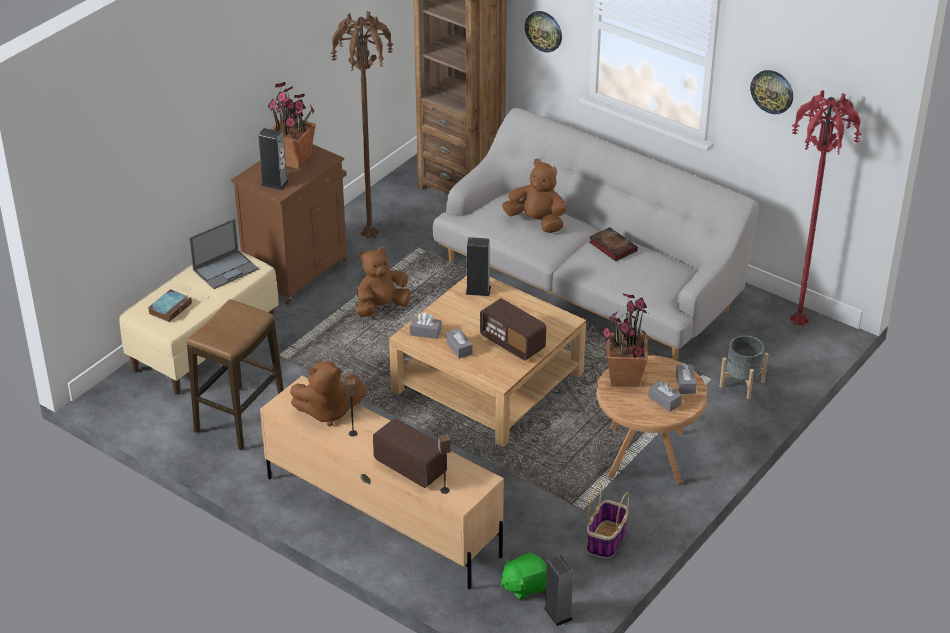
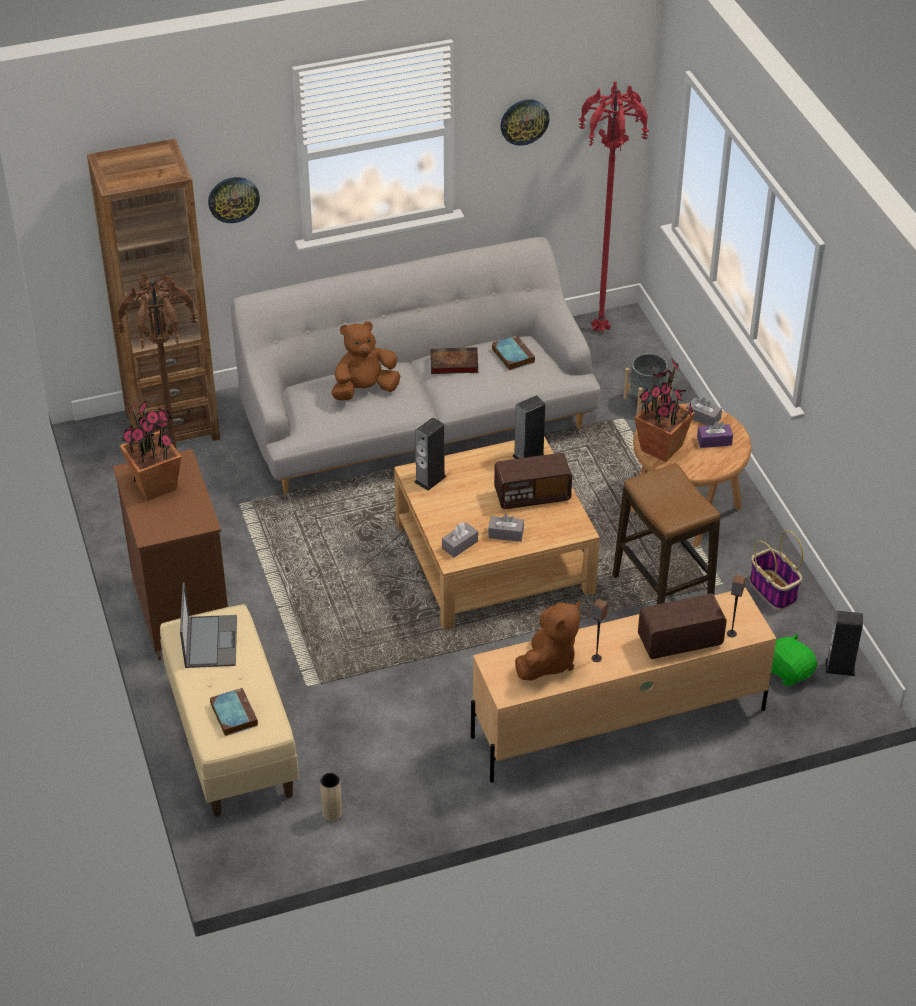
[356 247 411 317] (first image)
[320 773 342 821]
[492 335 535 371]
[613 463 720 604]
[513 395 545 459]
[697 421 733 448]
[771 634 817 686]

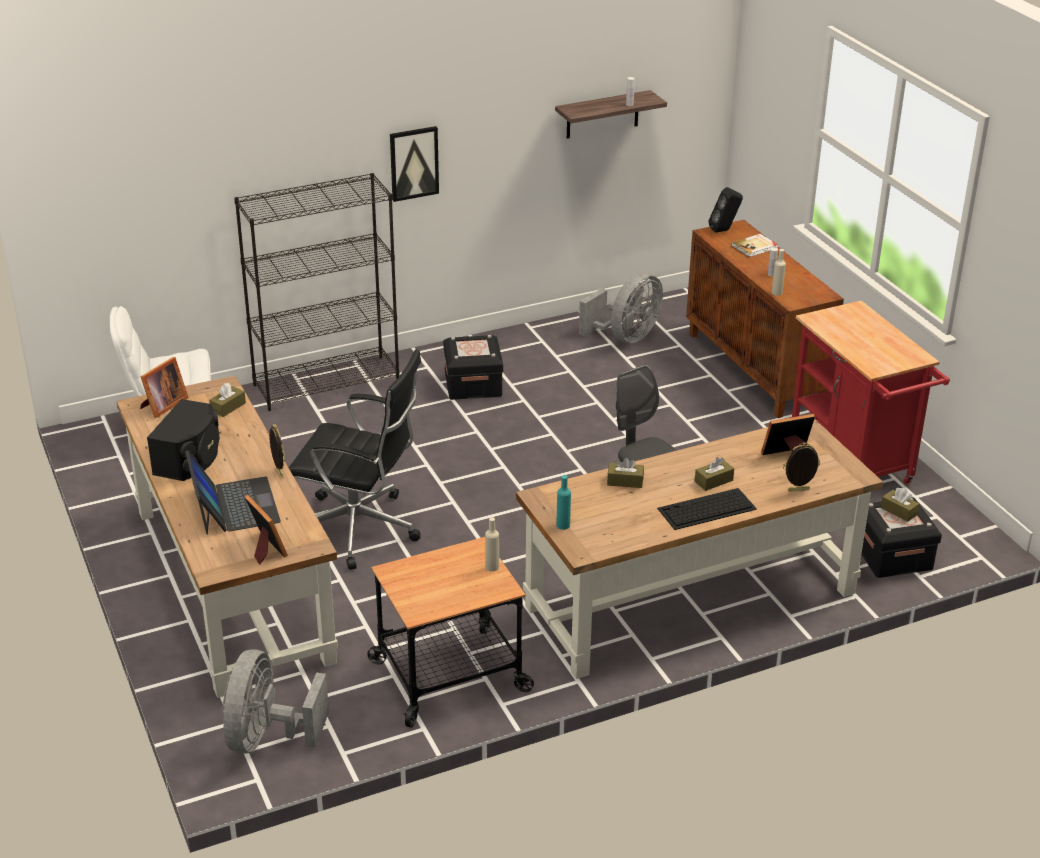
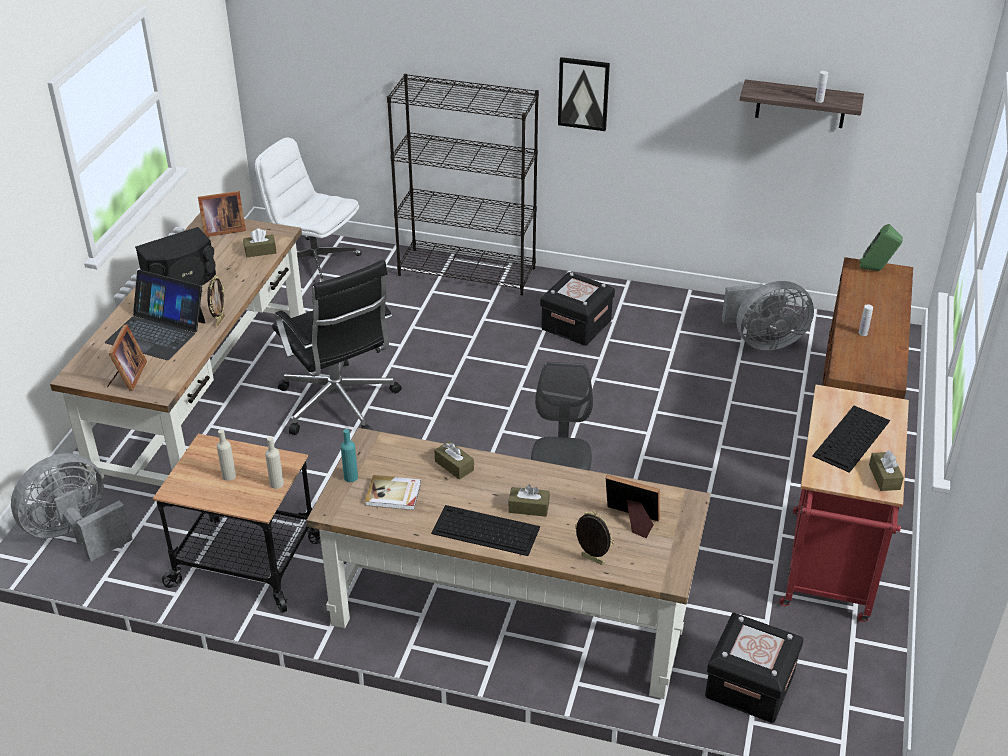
[812 406 890 473]
[365 475 421 510]
[217 429 236 481]
[869 450 904 491]
[860 224 903 271]
[105 270 206 360]

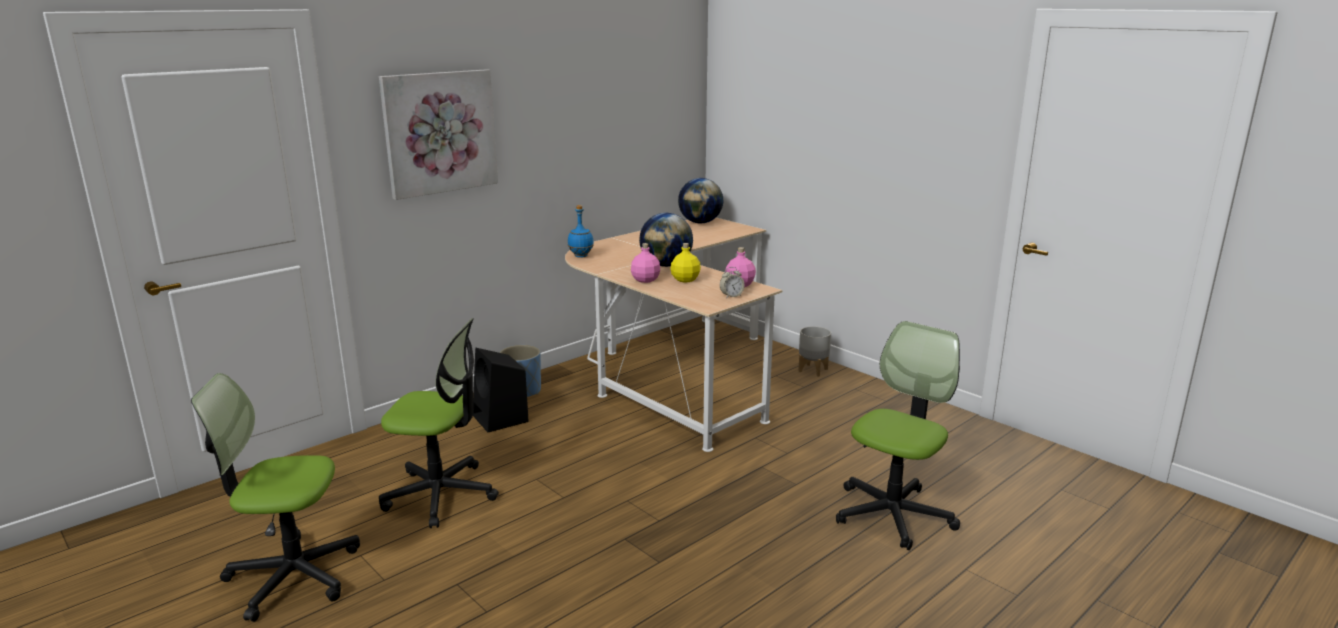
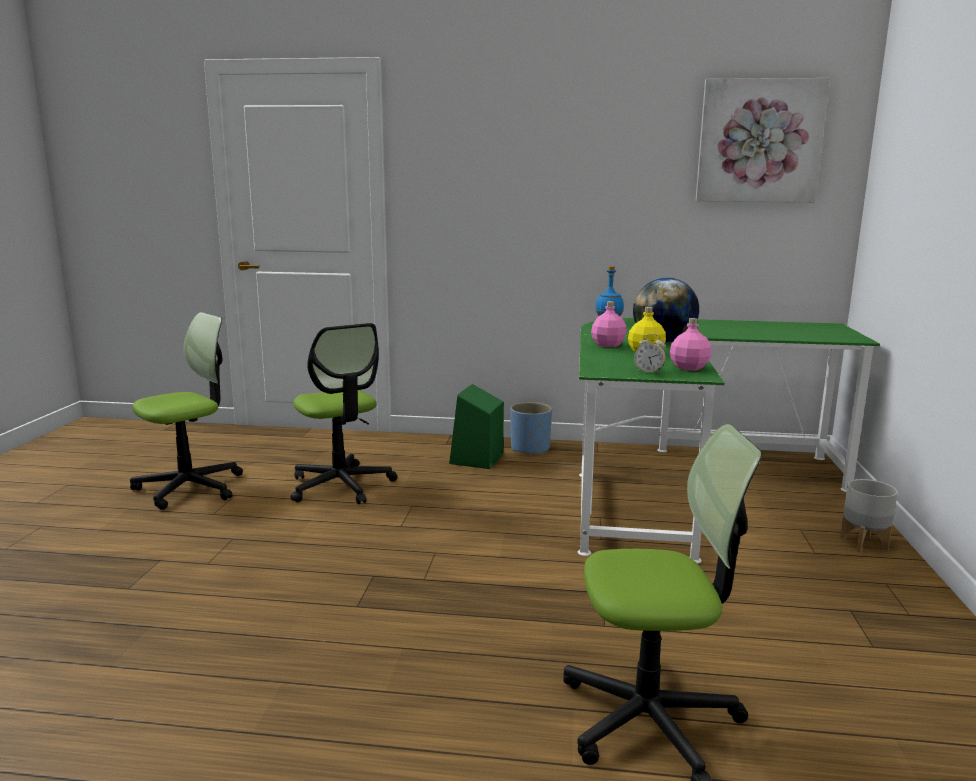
[678 178 723 224] (first image)
[695 78 830 202]
[449 384 504 469]
[578 318 880 564]
[130 312 243 510]

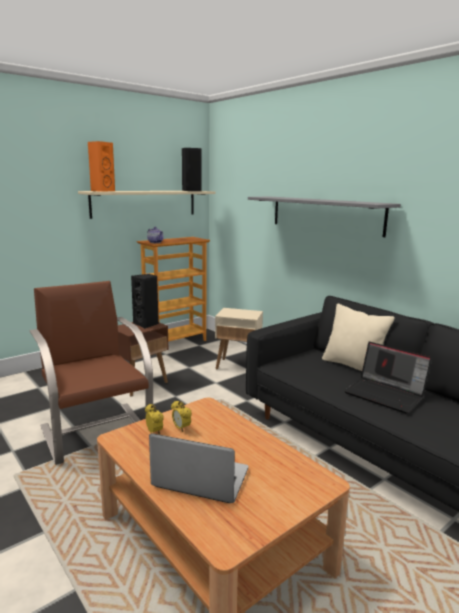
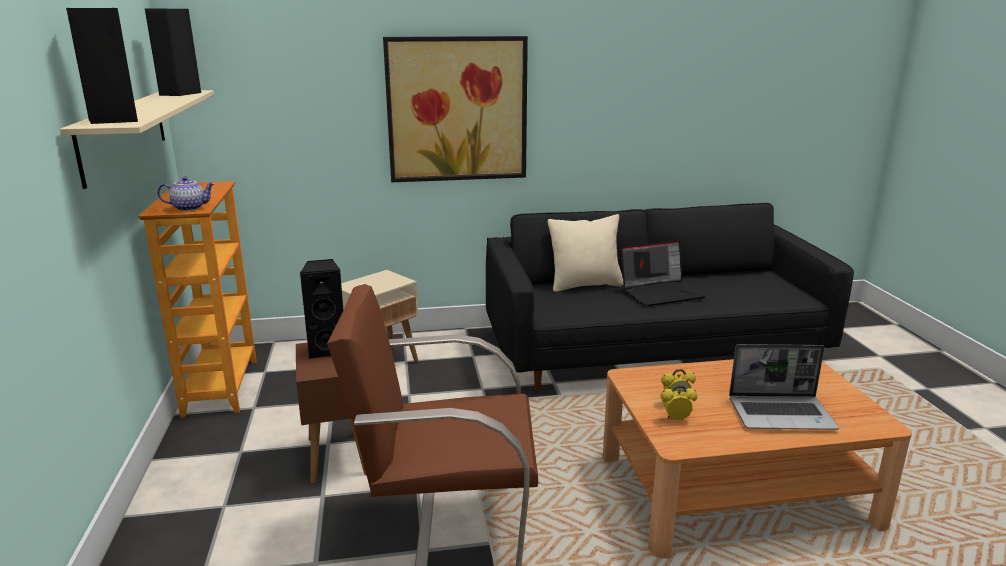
[383 36 528 182]
[66 8 138 124]
[729 344 839 430]

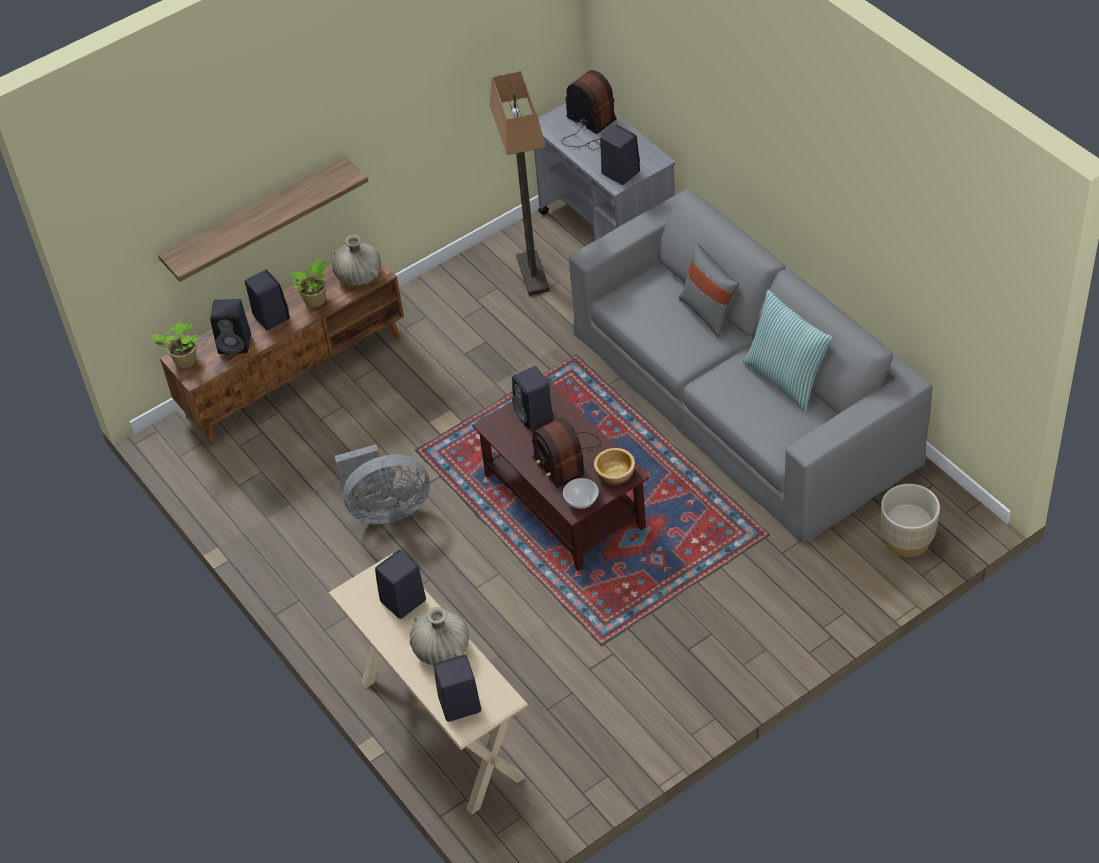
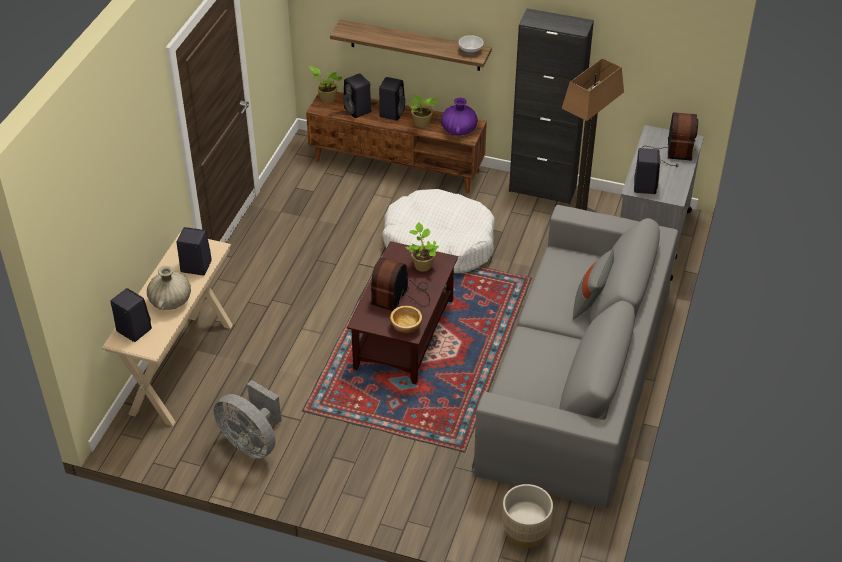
[743 290 833 412] (first image)
[382 189 495 273]
[509 8 594 204]
[214 380 281 459]
[459 35 483 55]
[405 222 439 272]
[441 98 478 136]

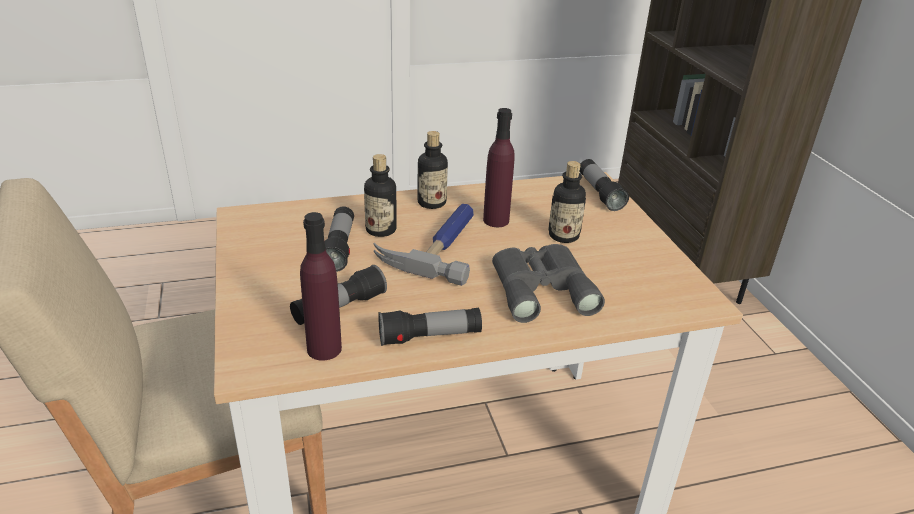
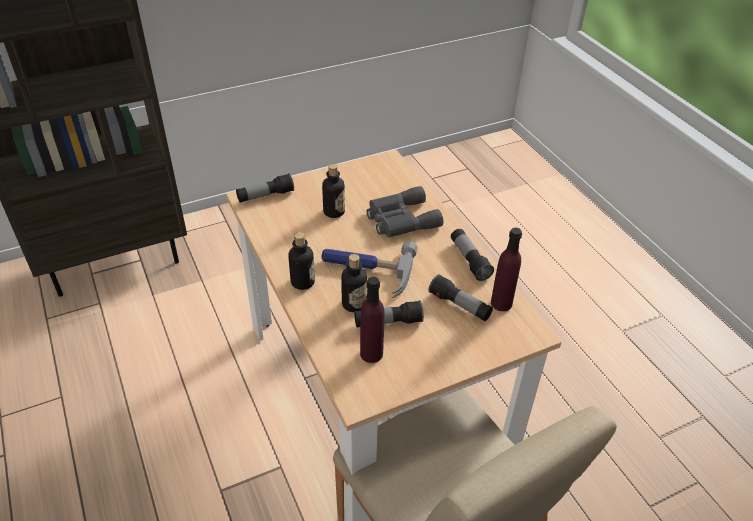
[360 277 385 363]

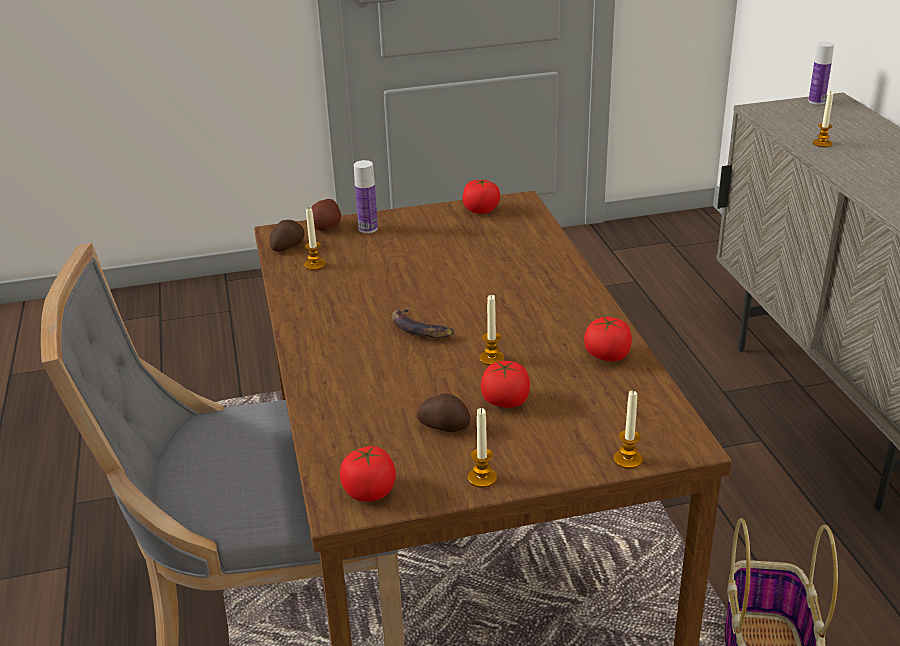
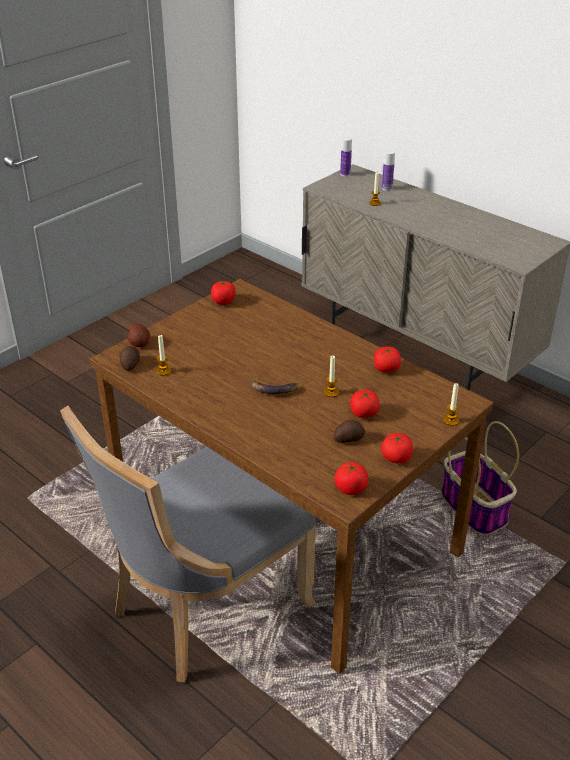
[382 150 395 191]
[381 433 413 464]

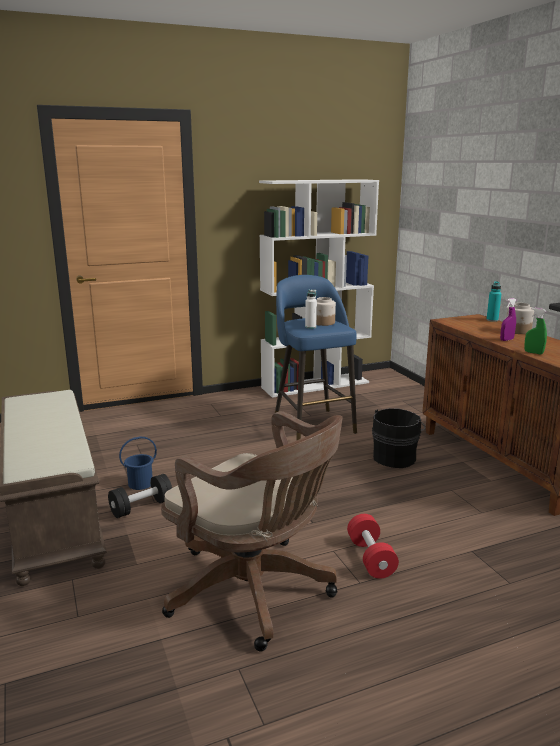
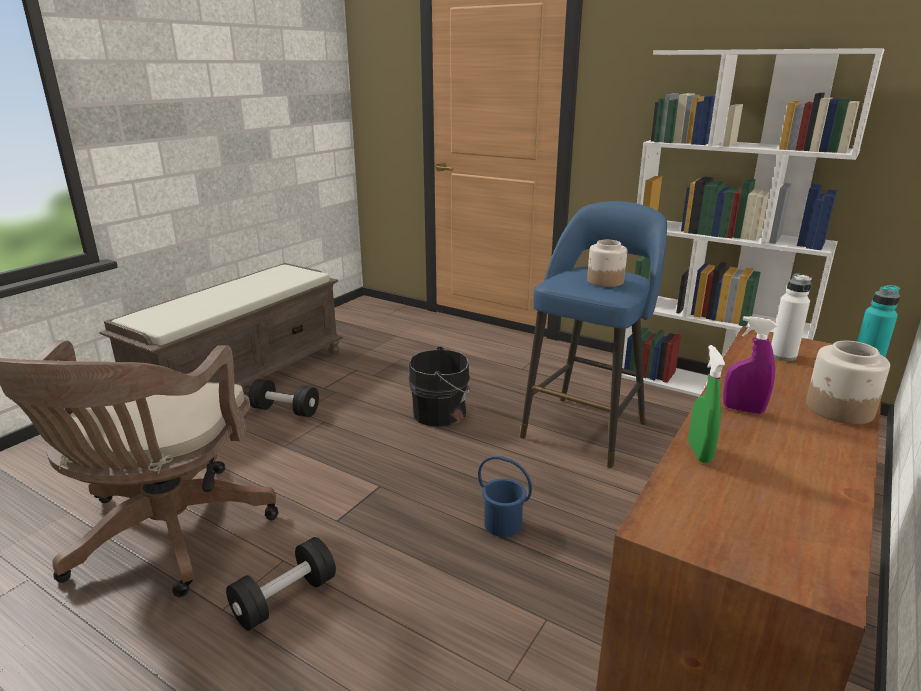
[478 456 532 537]
[771 273 812 361]
[408 346 470 426]
[226 537 336 631]

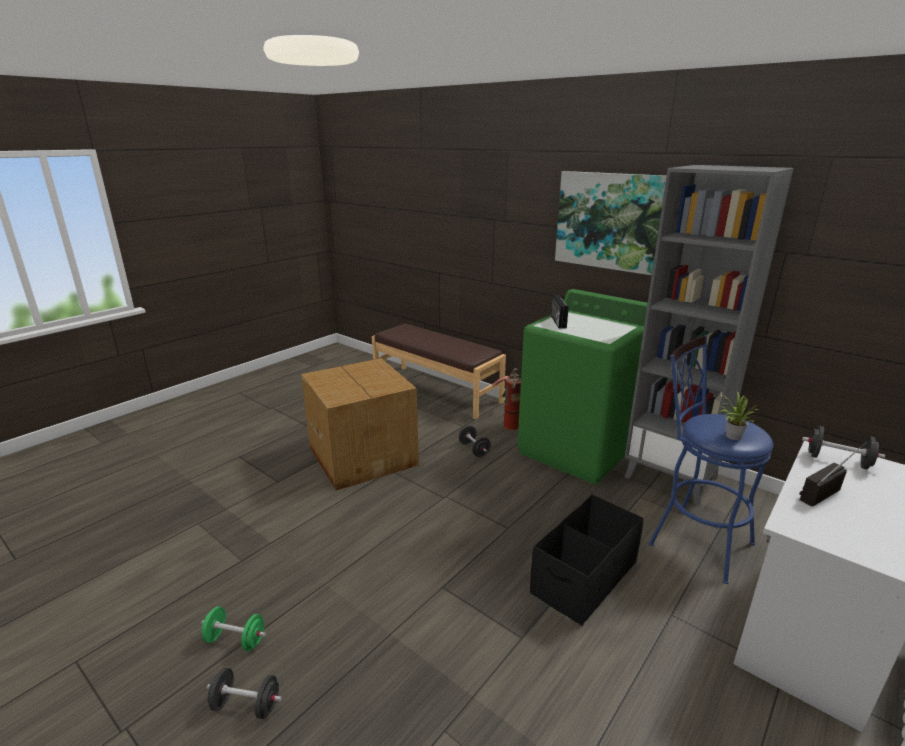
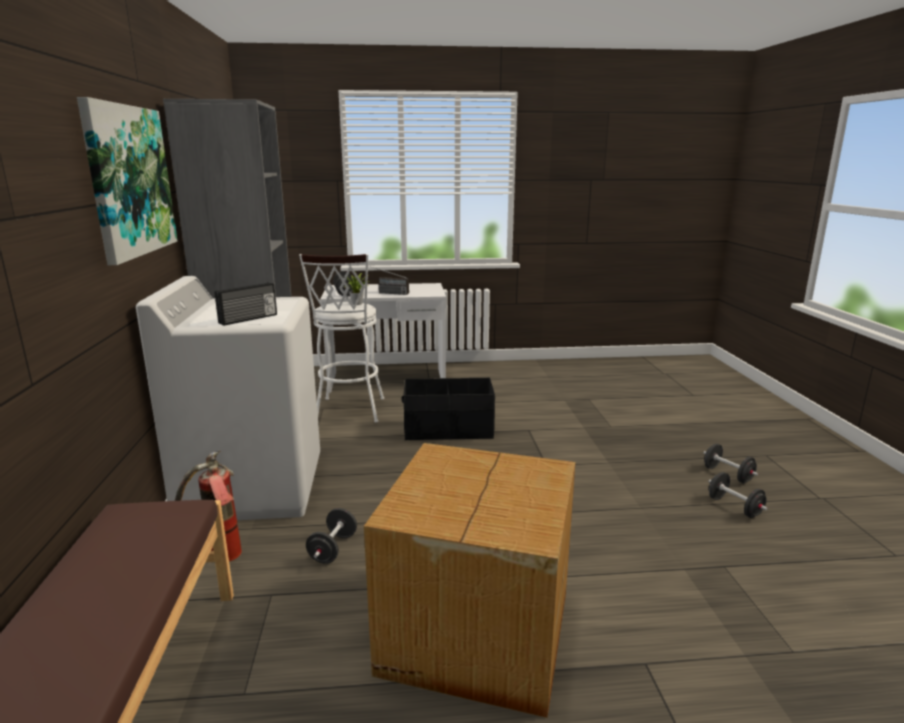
[708 472 768 518]
[136 276 320 520]
[299 254 384 423]

